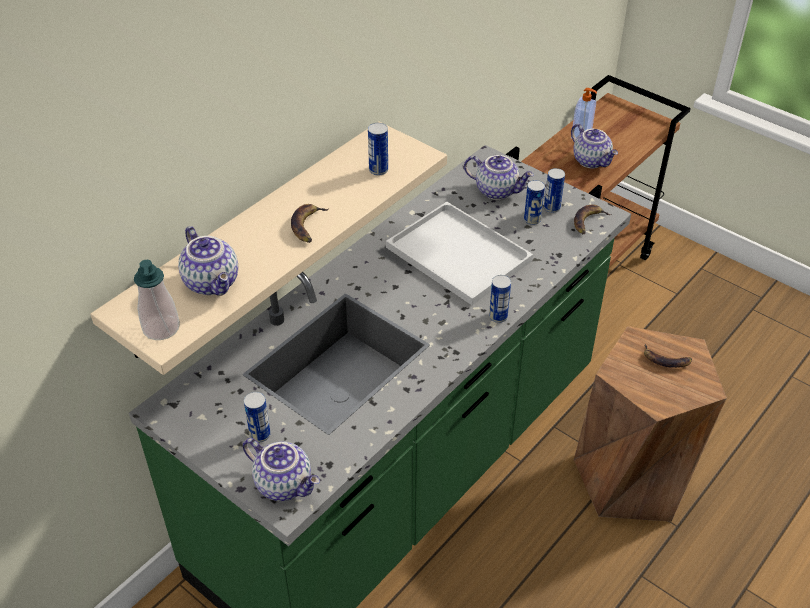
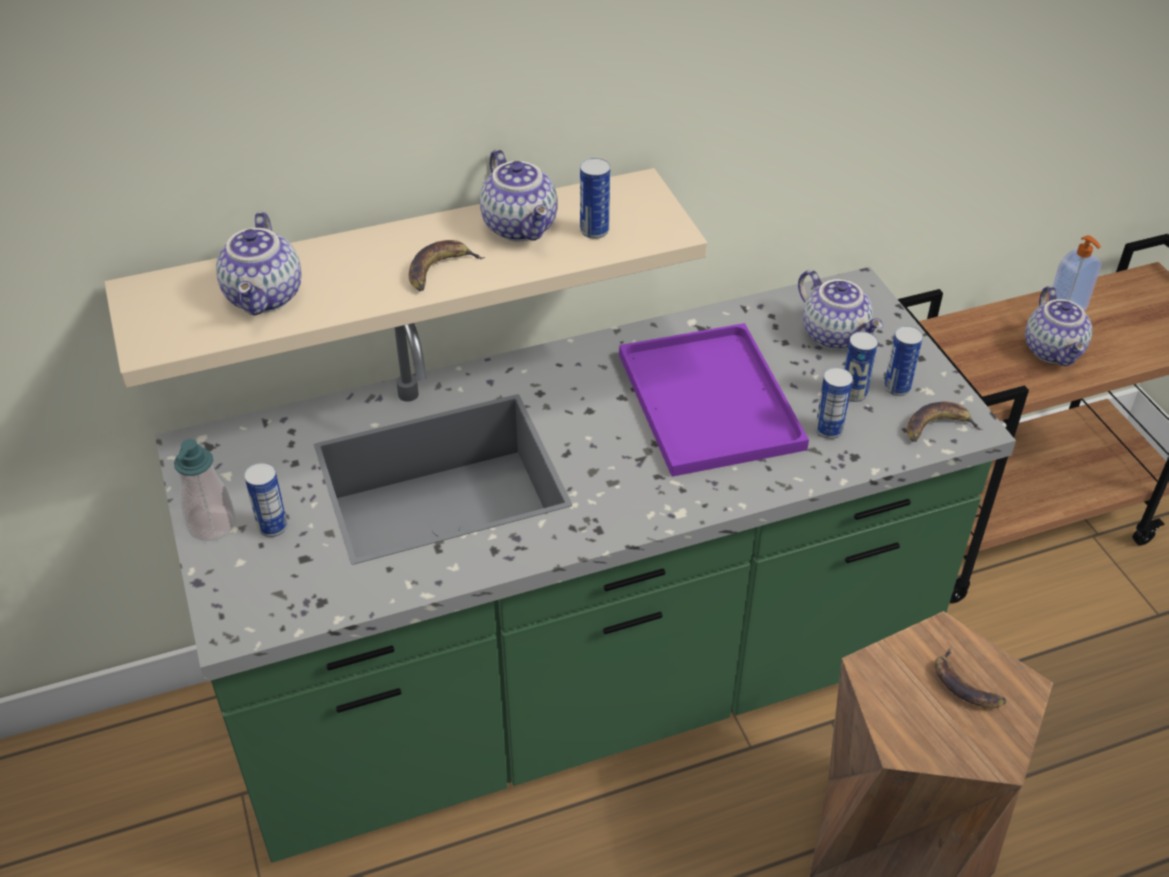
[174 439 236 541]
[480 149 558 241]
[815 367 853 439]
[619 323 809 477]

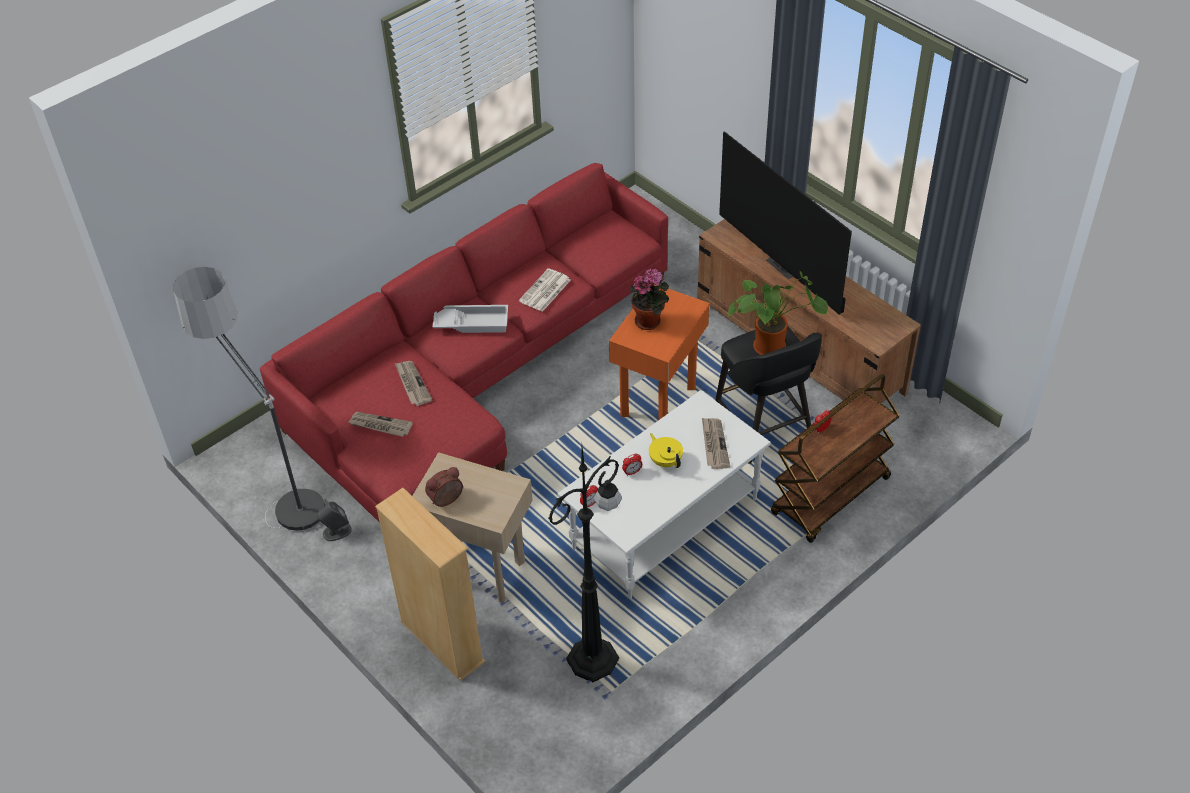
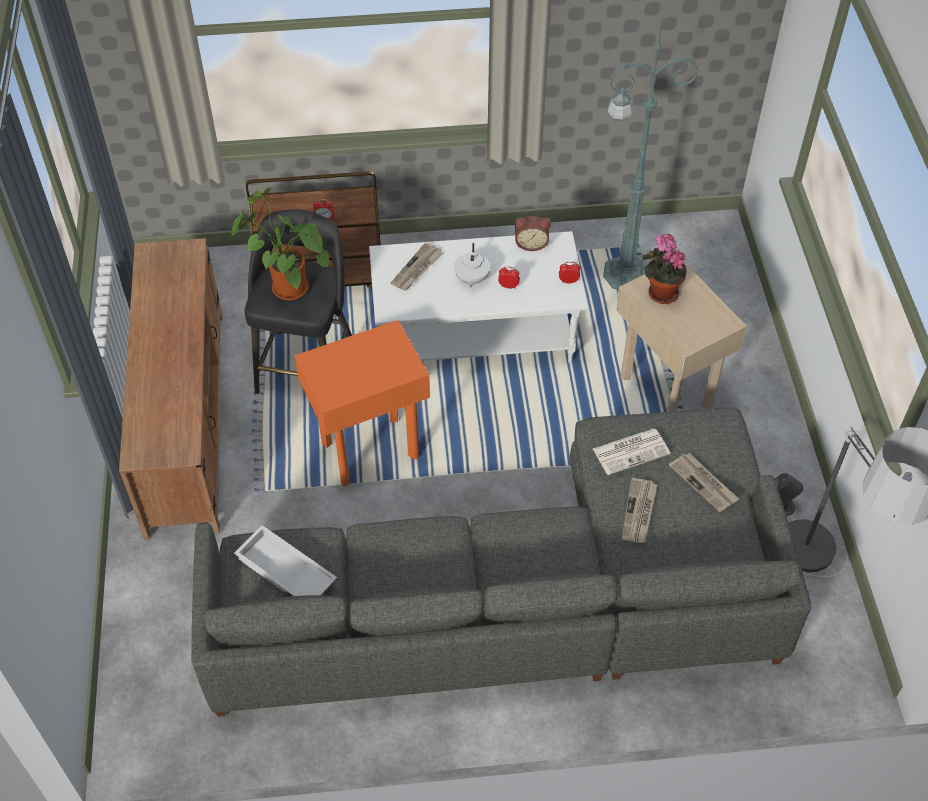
[375 488 485 681] (first image)
[719 131 852 315] (first image)
[515 216 551 251]
[234 525 337 596]
[593 428 670 475]
[643 234 687 304]
[191 407 812 717]
[603 16 699 289]
[454 243 490 287]

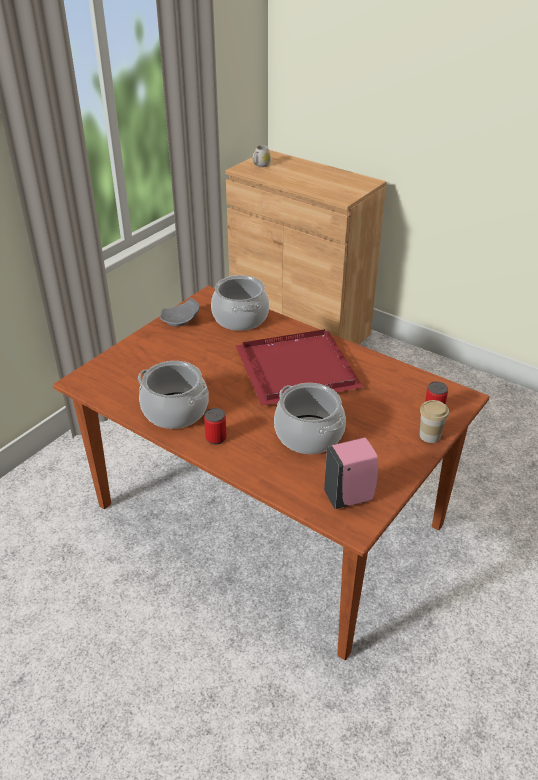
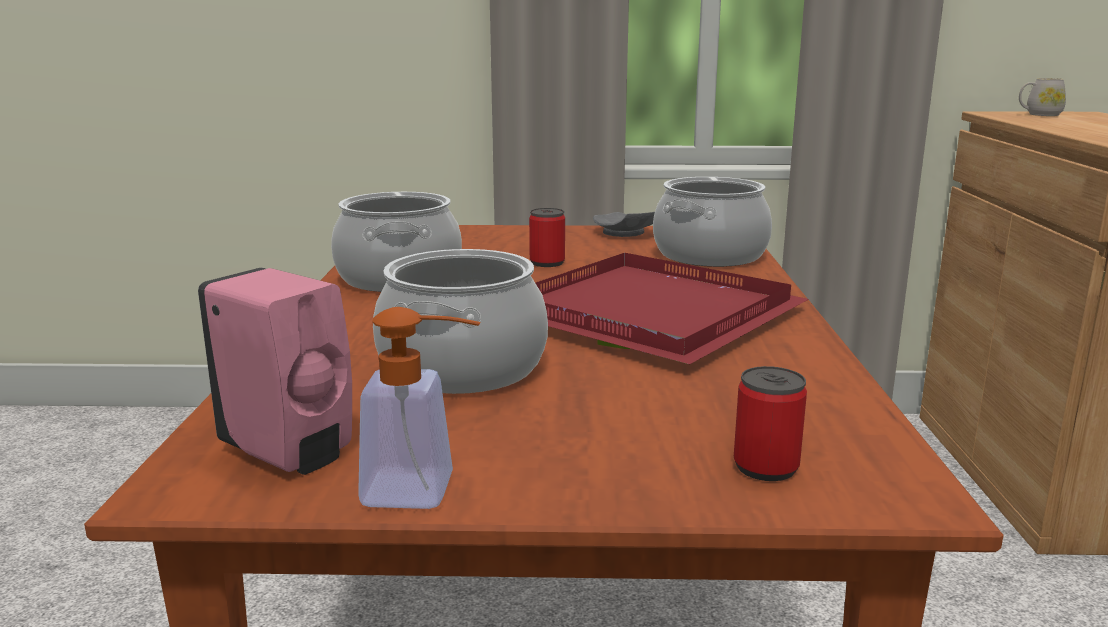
[420 400 449 443] (first image)
[358 307 481 509]
[529 208 565 267]

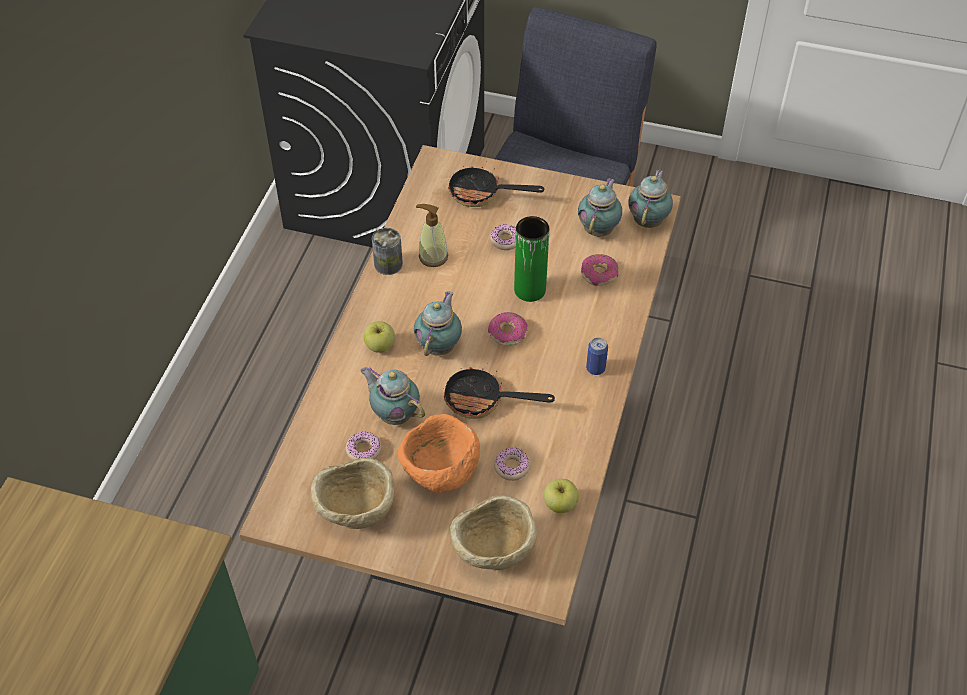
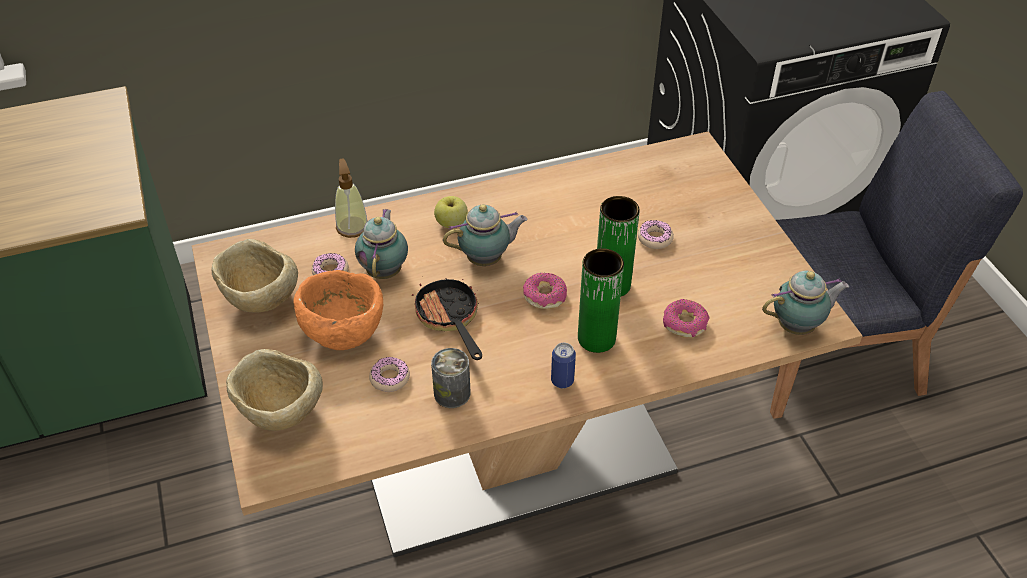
[448 161 544 207] (first image)
[544 479 579 513] (first image)
[578 178 622 237] (first image)
[578 248 624 353]
[431 348 471 408]
[335 158 367 238]

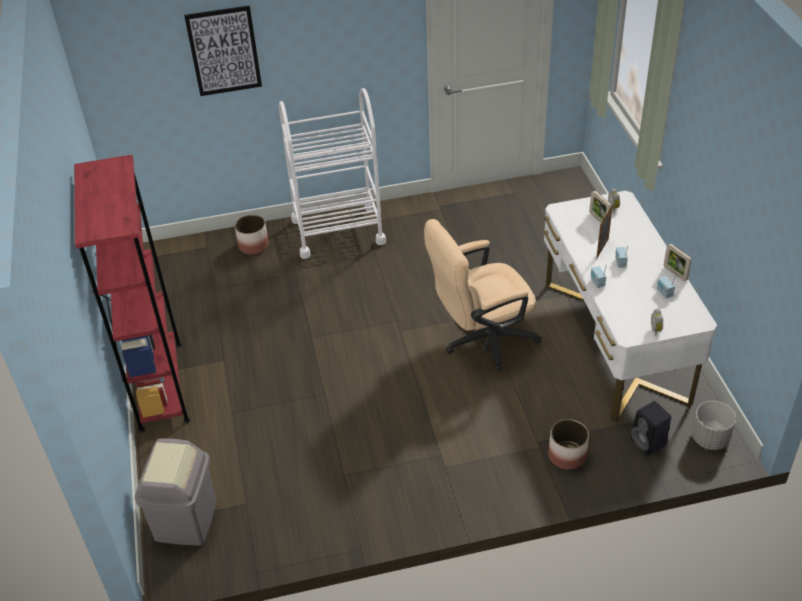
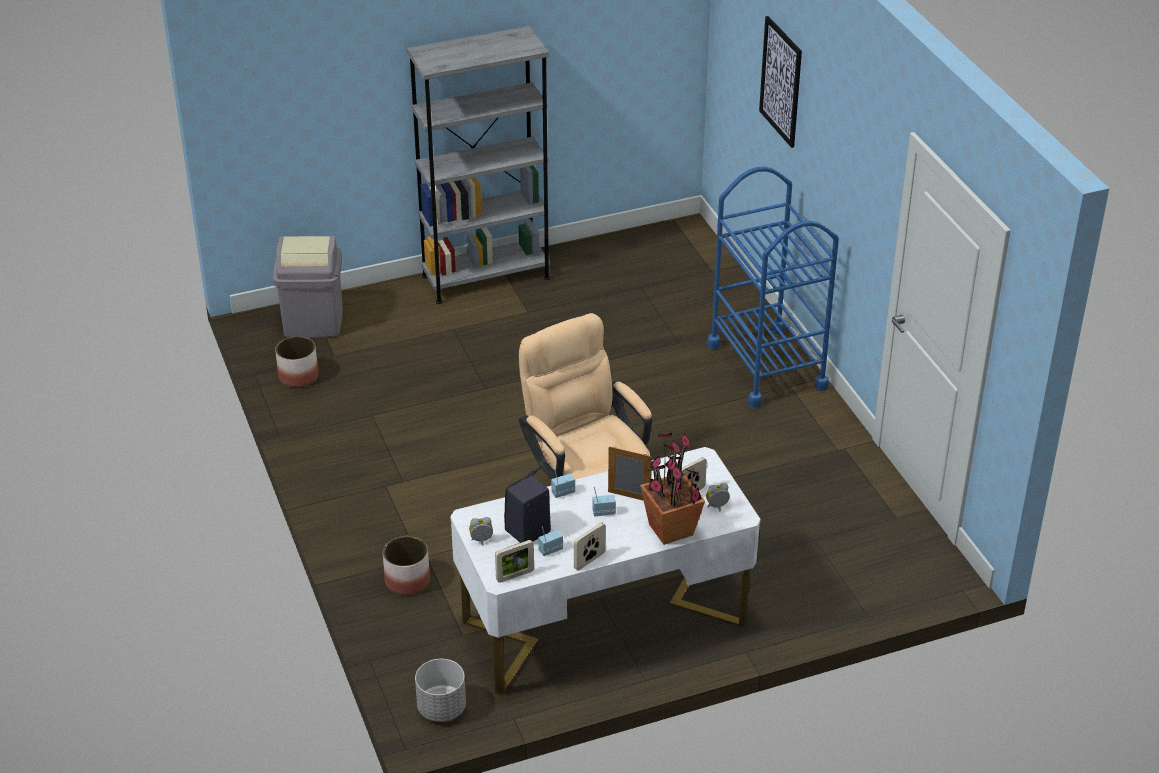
[495 540 534 583]
[640 432 705 545]
[275 336 319 387]
[504 475 551 543]
[406 26 550 304]
[707 166 839 408]

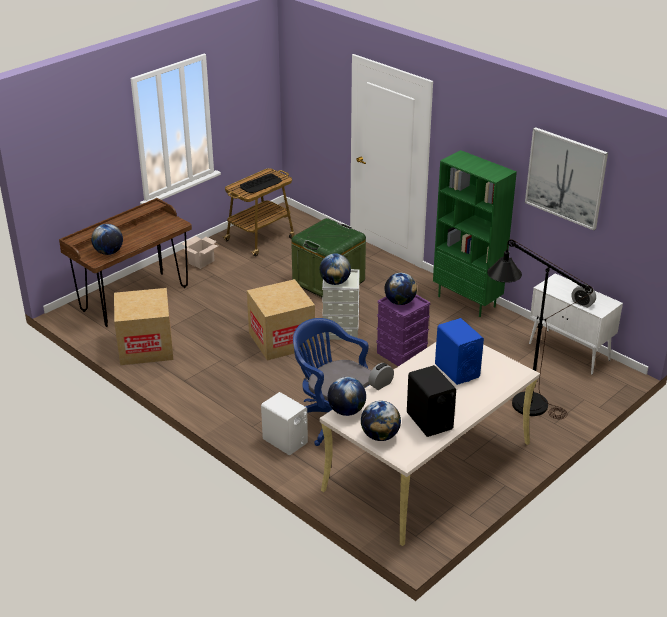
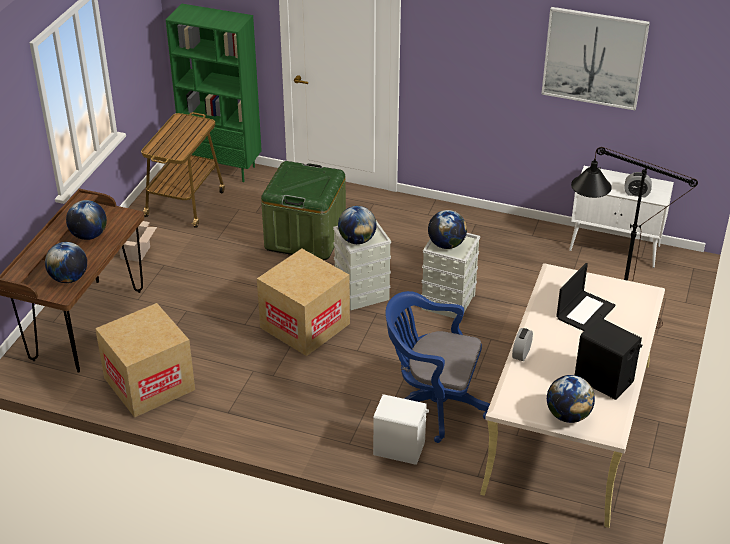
[240 173 282 193] (first image)
[66 200 107 240]
[166 4 262 182]
[556 263 615 331]
[421 233 480 318]

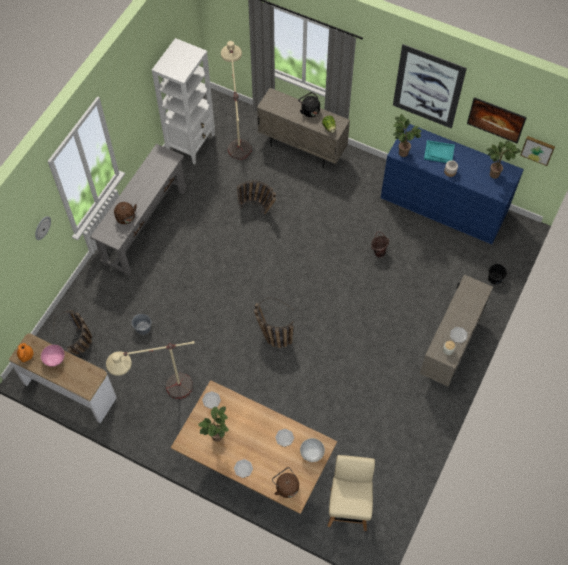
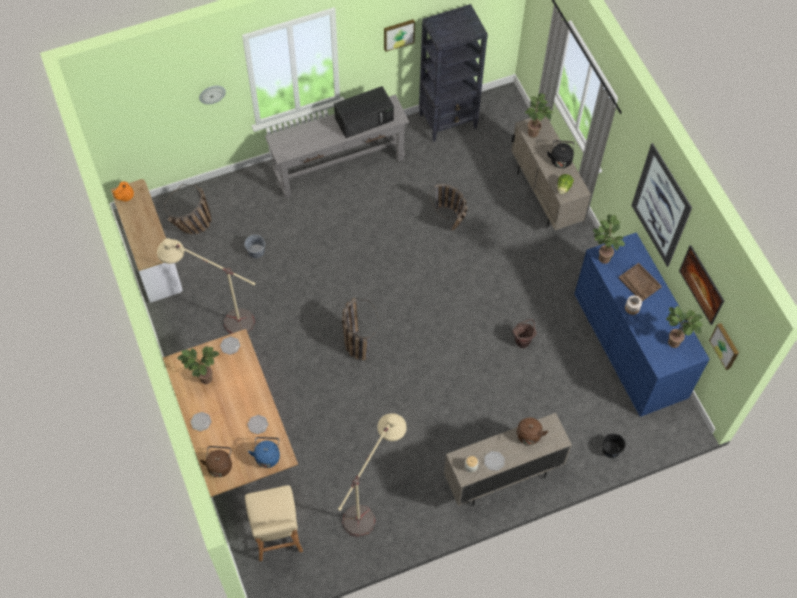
[41 345 65 367] (first image)
[334 86 394 138]
[384 19 415 52]
[525 93 553 138]
[517 418 548 445]
[338 413 407 537]
[248 437 280 468]
[419 4 488 142]
[618 263 662 301]
[245 485 303 561]

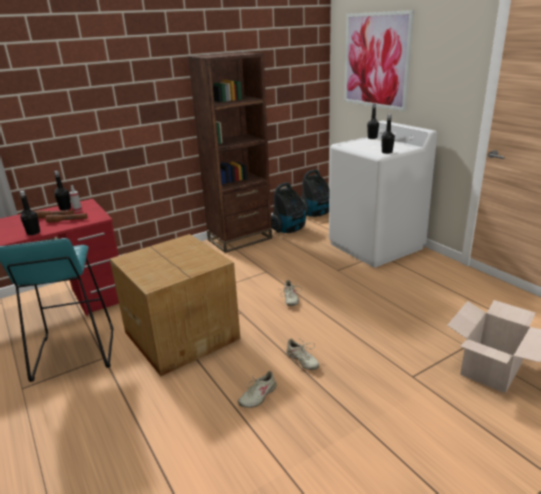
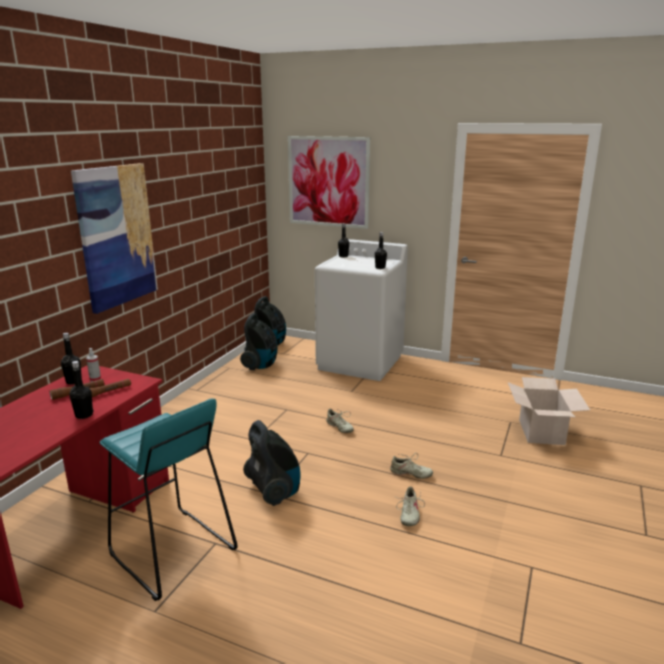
[188 52 272 253] (first image)
[71 163 158 314]
[243 420 301 506]

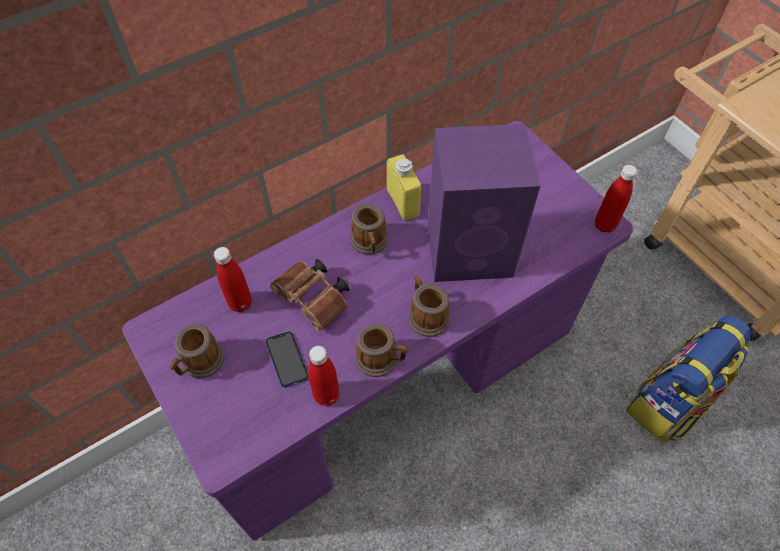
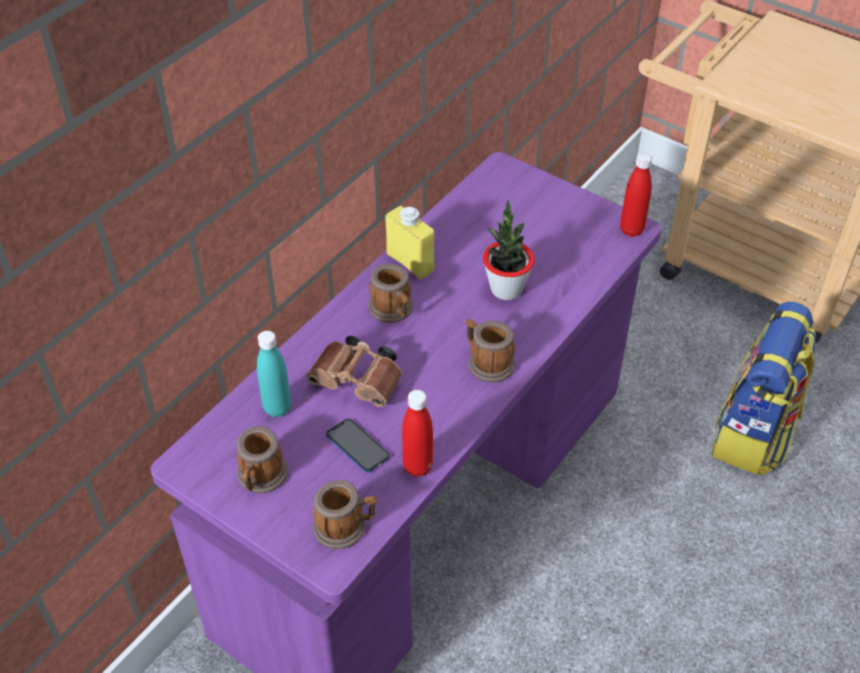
[313 480 377 549]
[483 200 535 300]
[257 330 291 417]

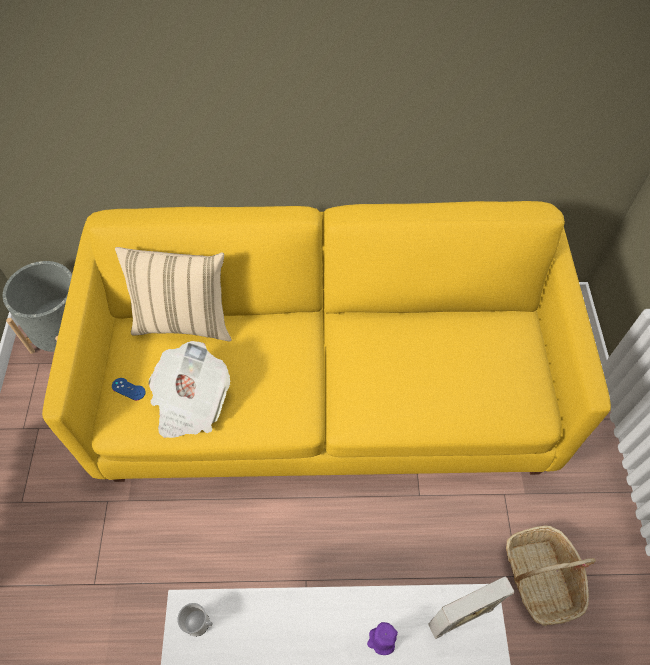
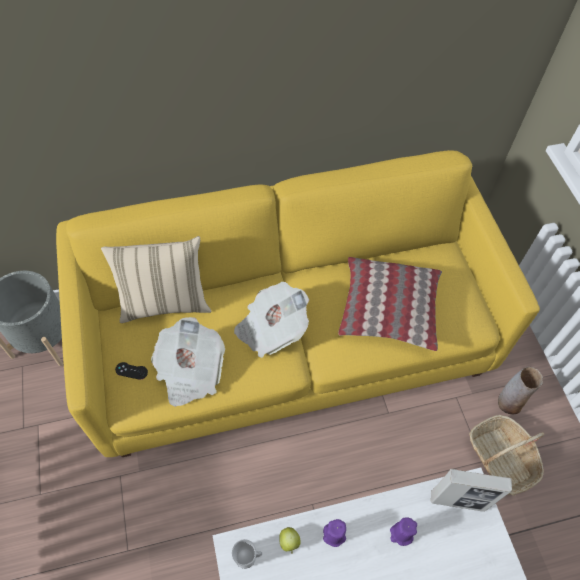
[234 282 309 358]
[279 527 301 554]
[323 519 346 547]
[338 257 442 351]
[498 367 543 415]
[115 362 148 380]
[431 469 512 512]

